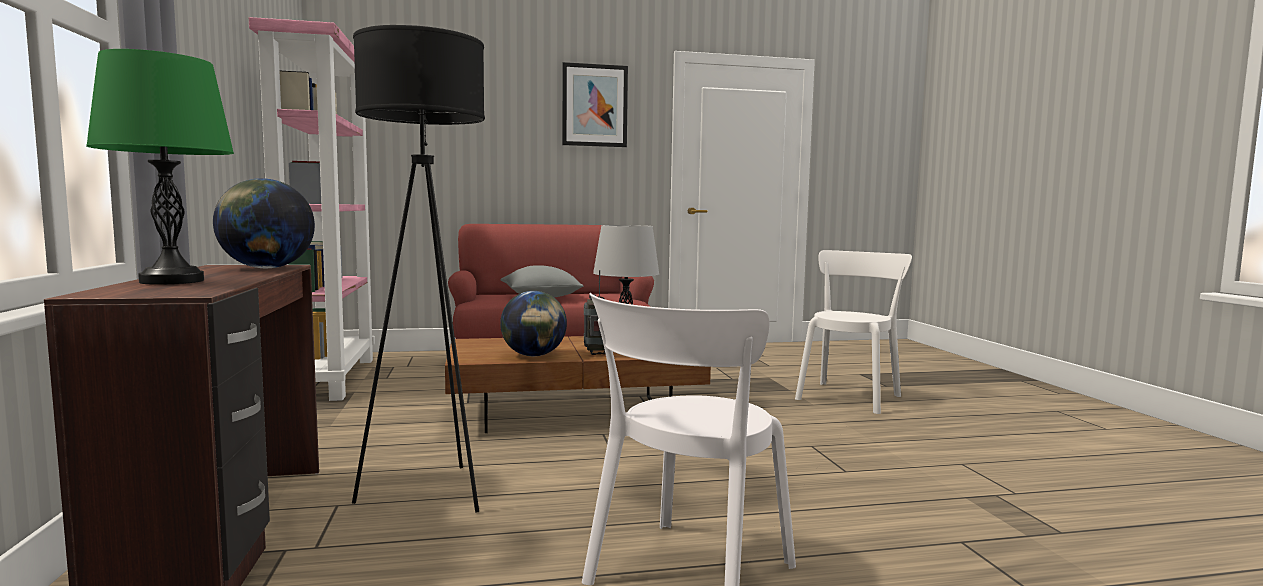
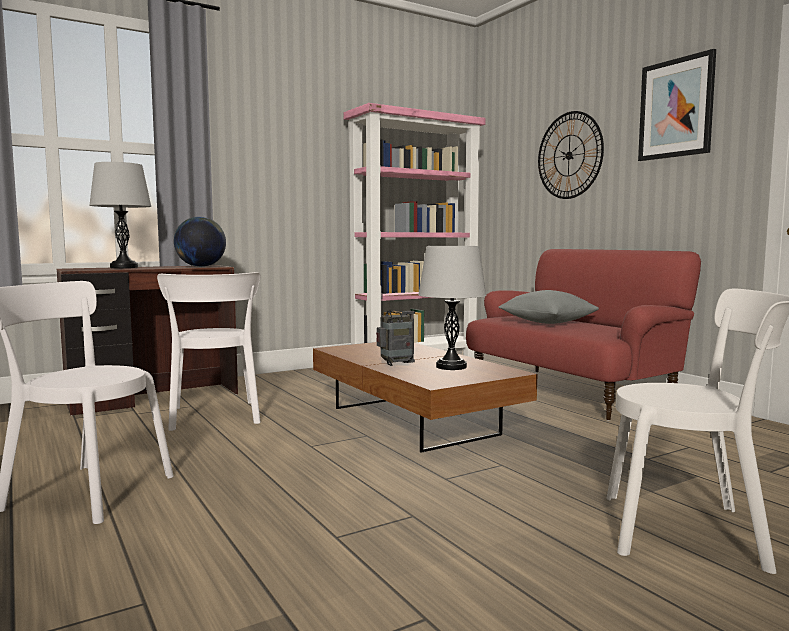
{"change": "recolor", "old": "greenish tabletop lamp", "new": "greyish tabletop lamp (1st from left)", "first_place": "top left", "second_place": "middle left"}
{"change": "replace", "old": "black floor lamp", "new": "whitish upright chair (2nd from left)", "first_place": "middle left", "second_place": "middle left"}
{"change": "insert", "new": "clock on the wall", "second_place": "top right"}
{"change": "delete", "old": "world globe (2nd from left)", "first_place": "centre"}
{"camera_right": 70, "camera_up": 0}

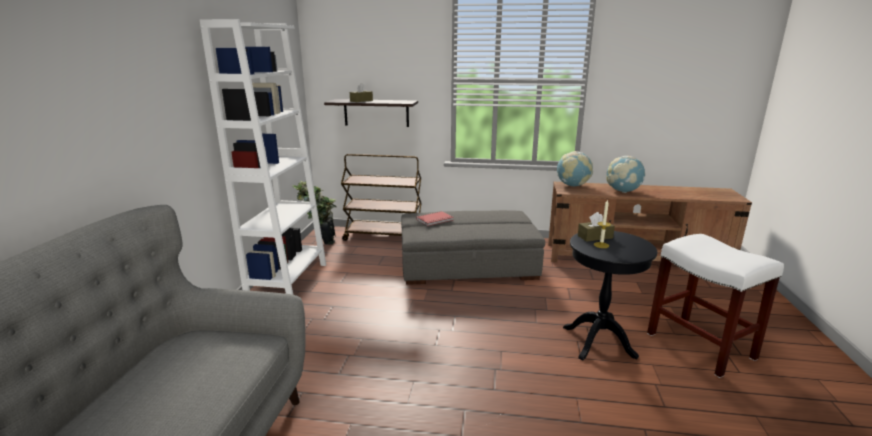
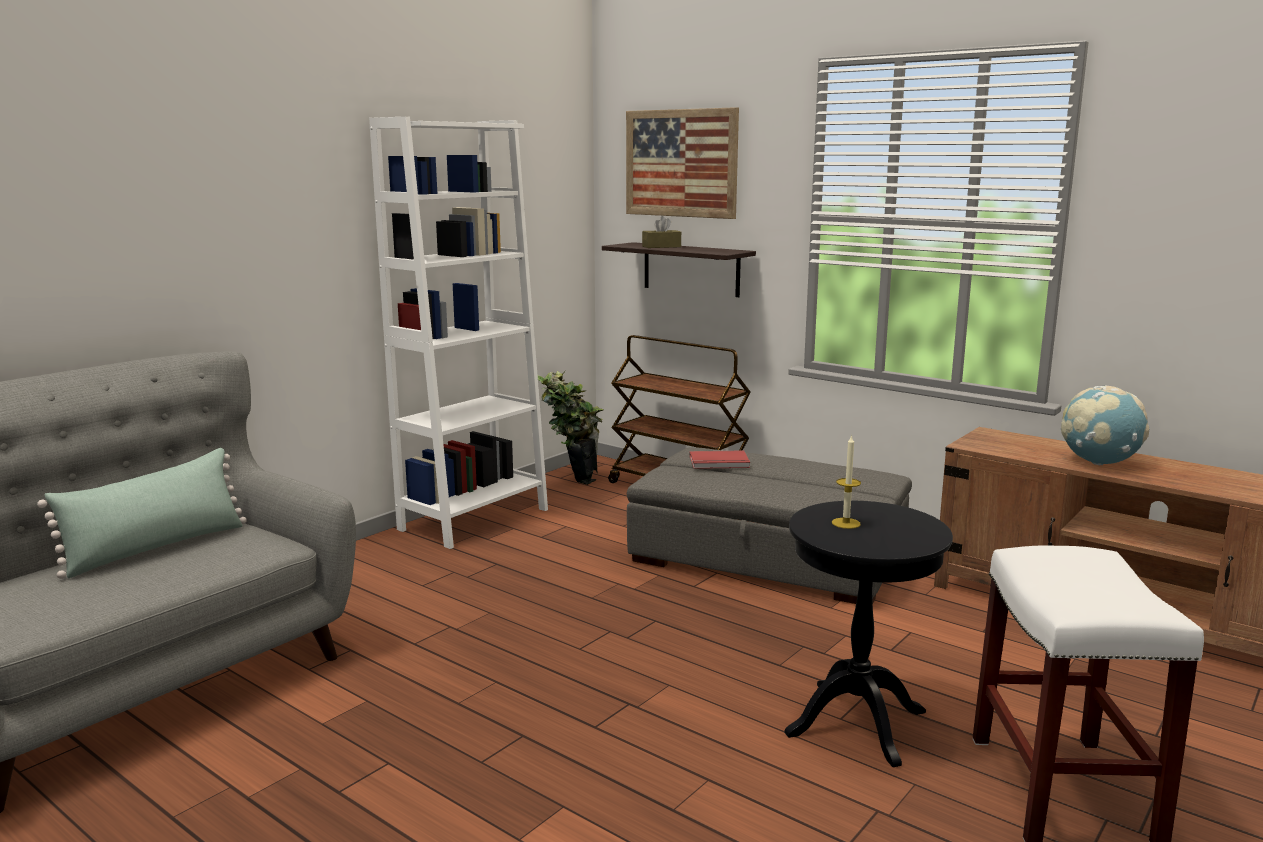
{"change": "insert", "new": "greenish cushion", "second_place": "middle left"}
{"change": "insert", "new": "wall art", "second_place": "top centre"}
{"change": "delete", "old": "world globe (1st from left)", "first_place": "centre"}
{"change": "delete", "old": "brownish tissue box (2nd from left)", "first_place": "middle right"}
{"camera_right": 30, "camera_up": -5}

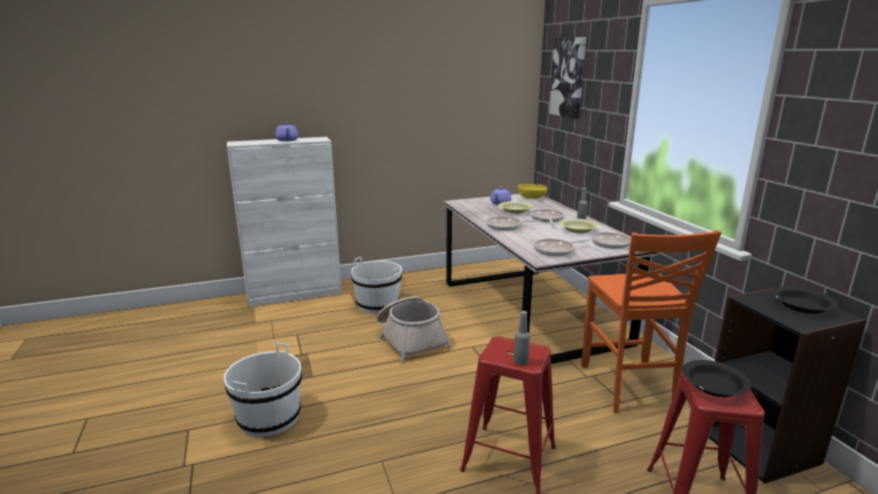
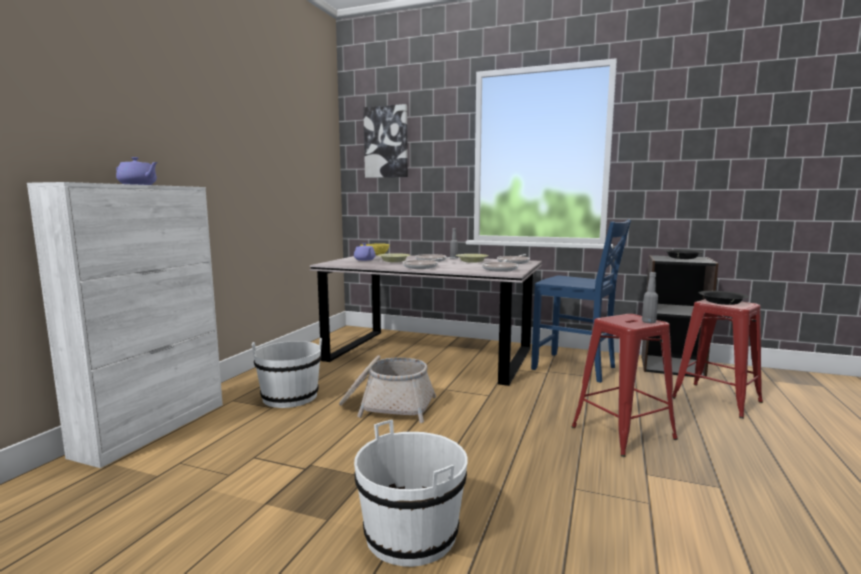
{"change": "recolor", "old": "orange upright chair", "new": "bluish upright chair", "first_place": "middle right", "second_place": "middle right"}
{"camera_right": -50, "camera_up": -10}

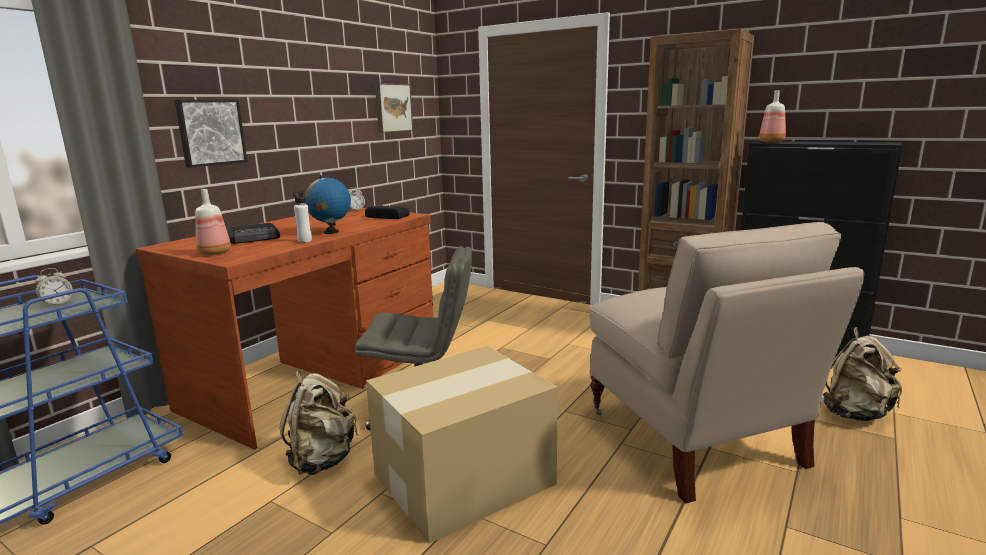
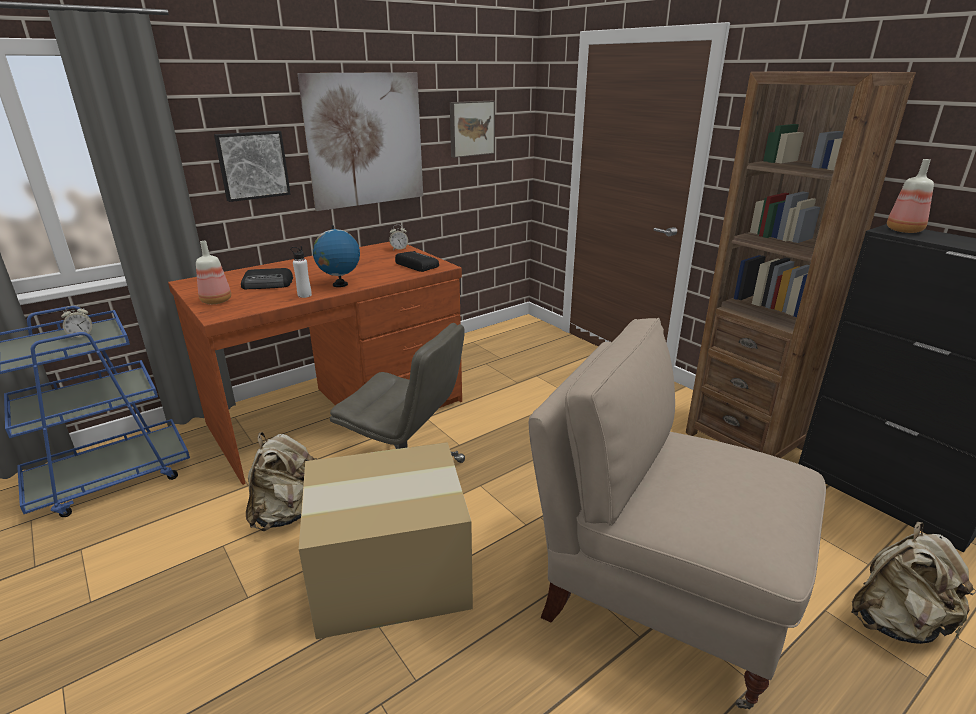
{"change": "insert", "new": "wall art (2nd from left)", "second_place": "top centre"}
{"change": "rotate", "old": "sand-coloured upright chair", "first_place": "middle right", "second_place": "bottom right", "degrees": 120}
{"camera_right": 20, "camera_up": 10}

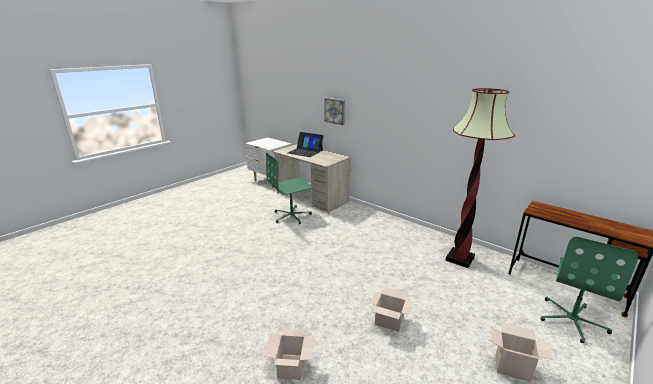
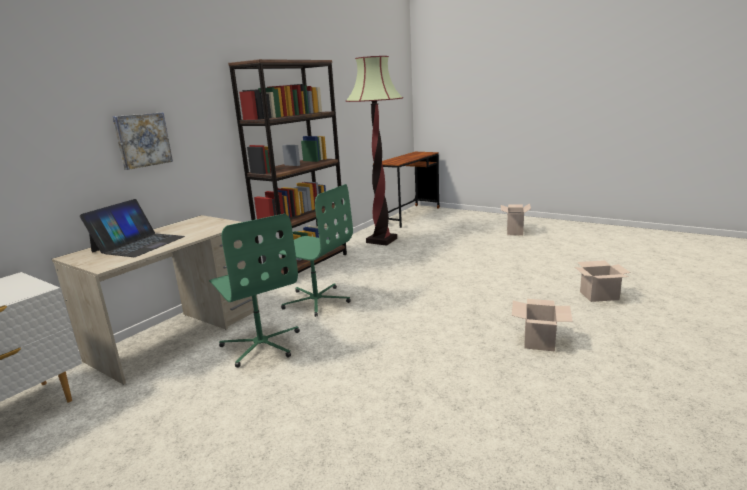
{"change": "insert", "new": "brownish shelving unit", "second_place": "centre"}
{"change": "move", "old": "greenish desk chair (2nd from left)", "first_place": "bottom right", "second_place": "centre"}
{"change": "move", "old": "packing box (2nd from left)", "first_place": "bottom centre", "second_place": "middle right"}
{"camera_right": -95, "camera_up": -5}

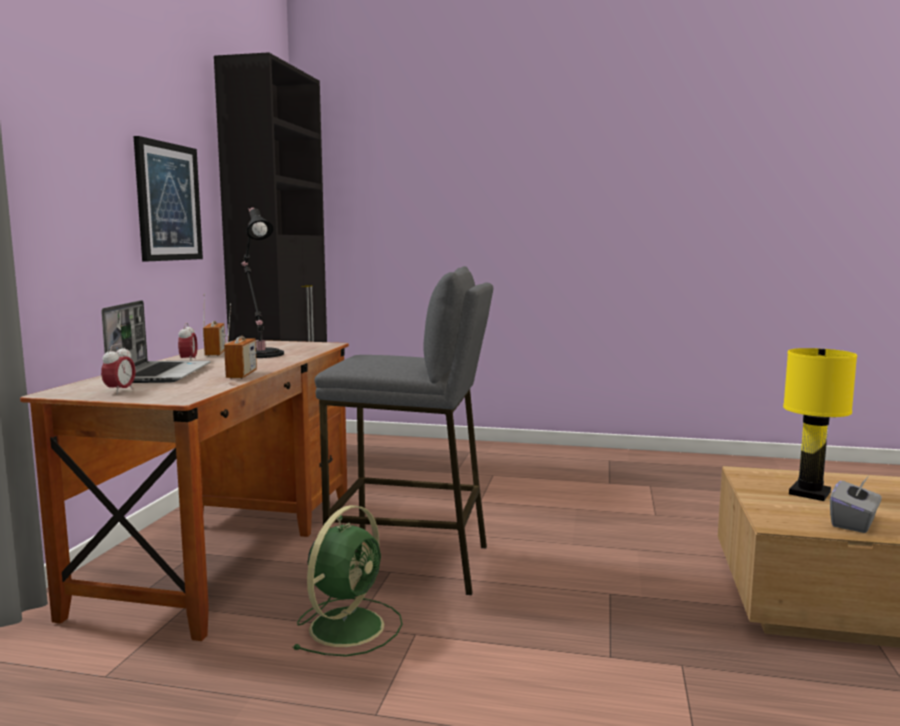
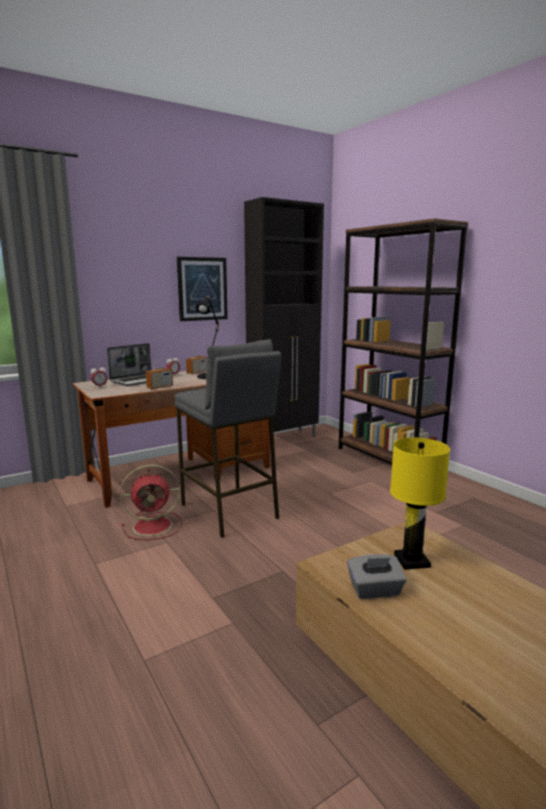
{"change": "recolor", "old": "greenish cooling fan", "new": "red-coloured cooling fan", "first_place": "bottom centre", "second_place": "middle left"}
{"change": "insert", "new": "brownish shelving unit", "second_place": "middle right"}
{"camera_right": 45, "camera_up": 5}

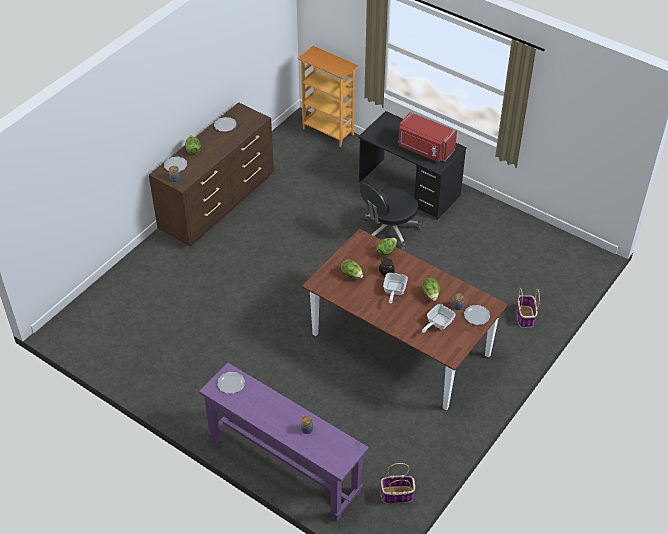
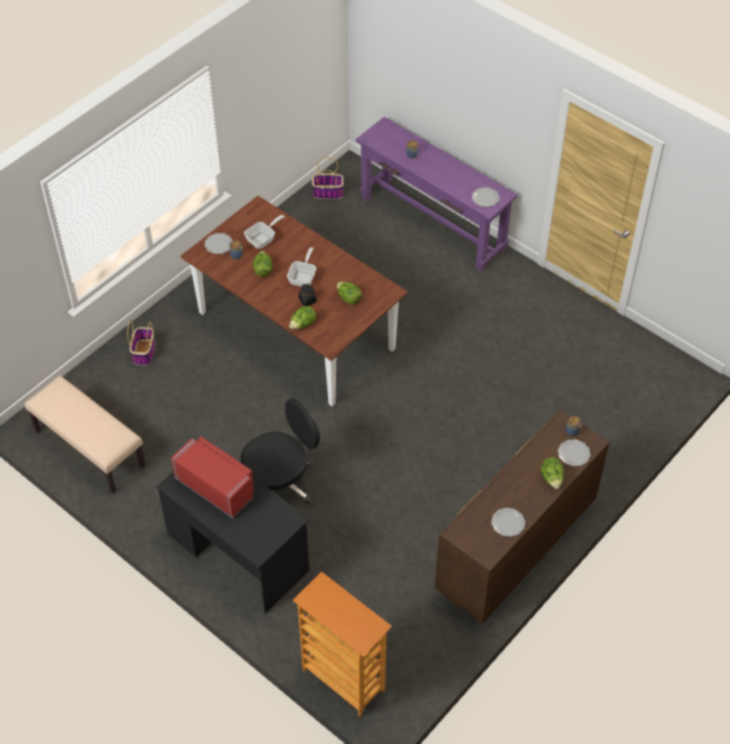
{"change": "insert", "new": "sand-coloured indoor bench", "second_place": "middle left"}
{"camera_right": -175, "camera_up": 5}

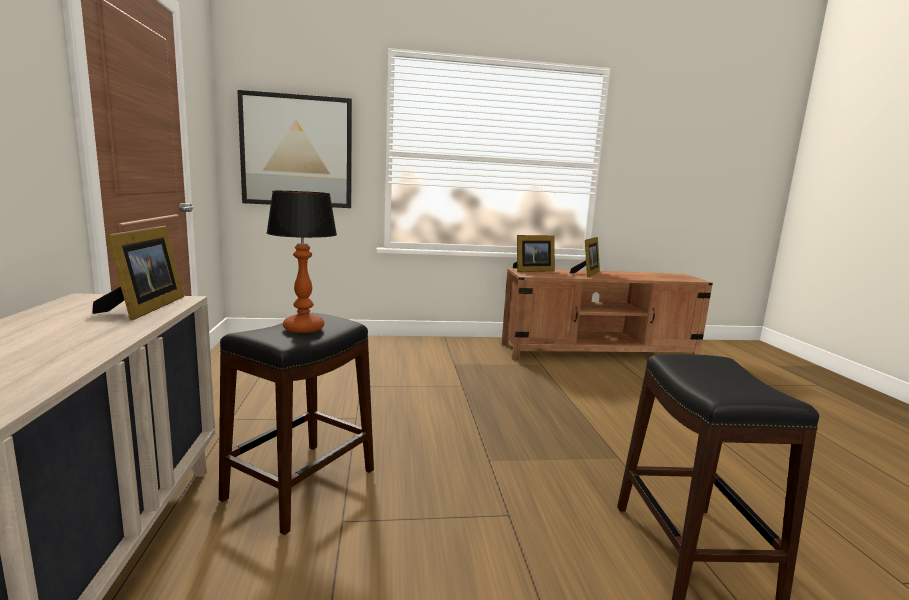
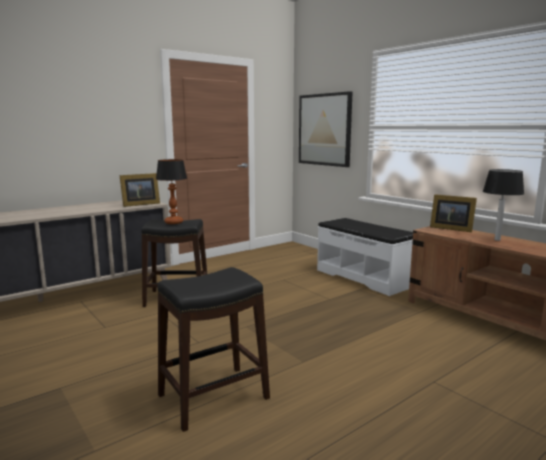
{"change": "insert", "new": "whitish indoor bench", "second_place": "middle right"}
{"change": "replace", "old": "picture frame (3rd from left)", "new": "tabletop lamp (2nd from left)", "first_place": "centre", "second_place": "middle right"}
{"camera_right": 60, "camera_up": 0}

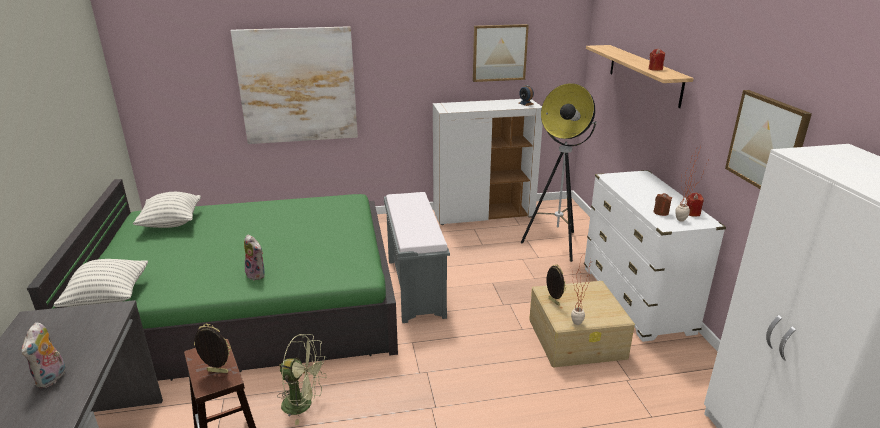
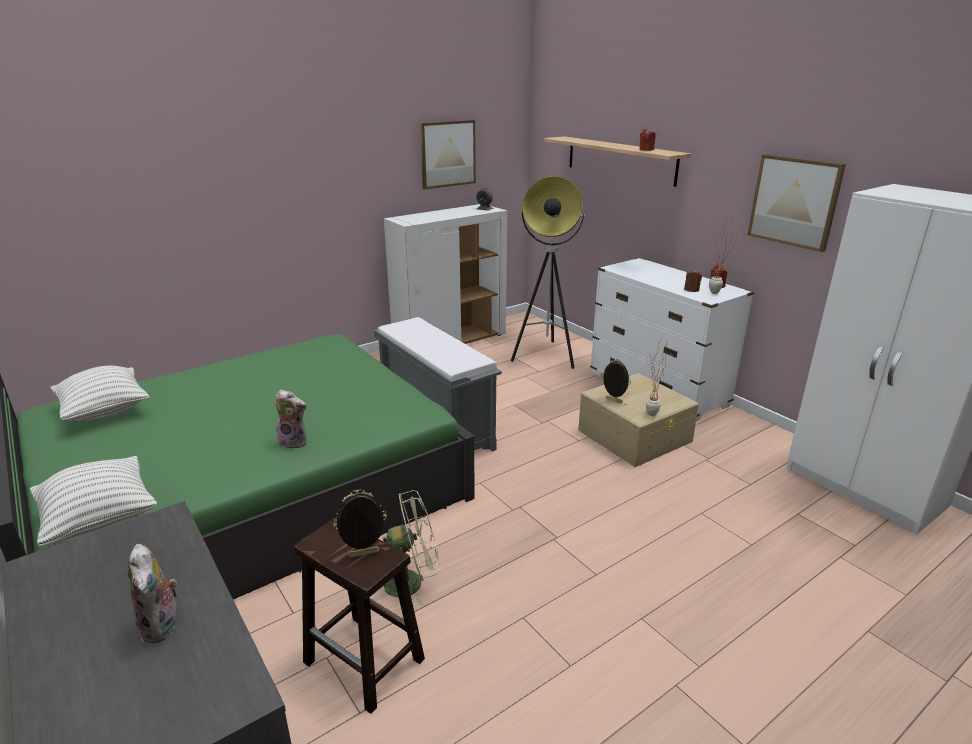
{"change": "delete", "old": "wall art (1st from left)", "first_place": "top centre"}
{"camera_right": -25, "camera_up": 0}

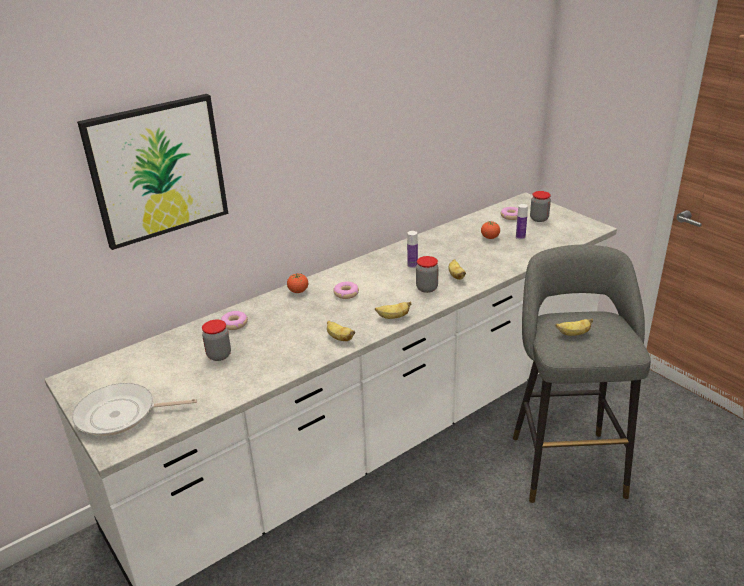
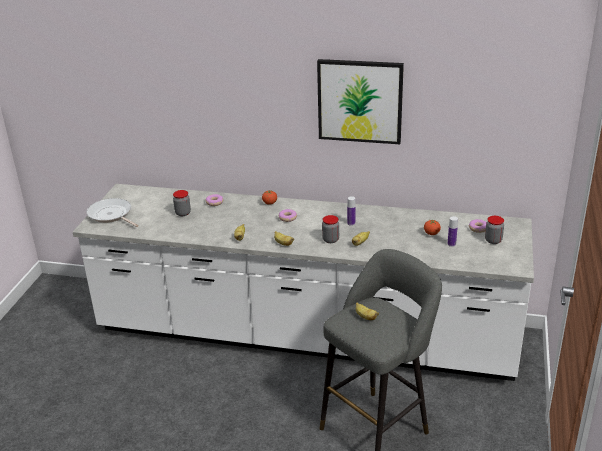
{"change": "move", "old": "wall art", "first_place": "top left", "second_place": "top centre"}
{"camera_right": 50, "camera_up": 0}

